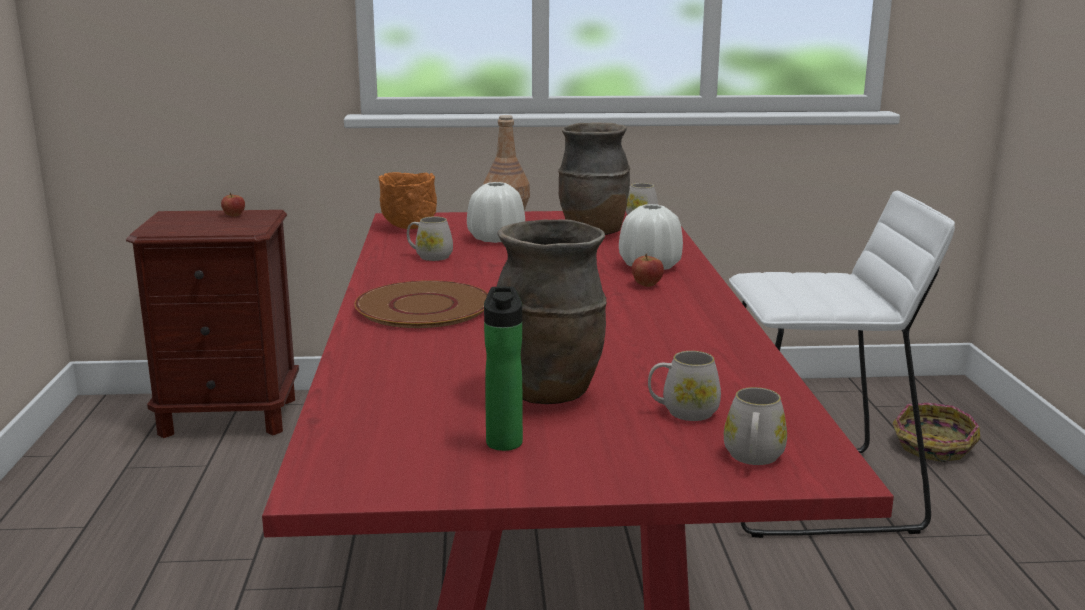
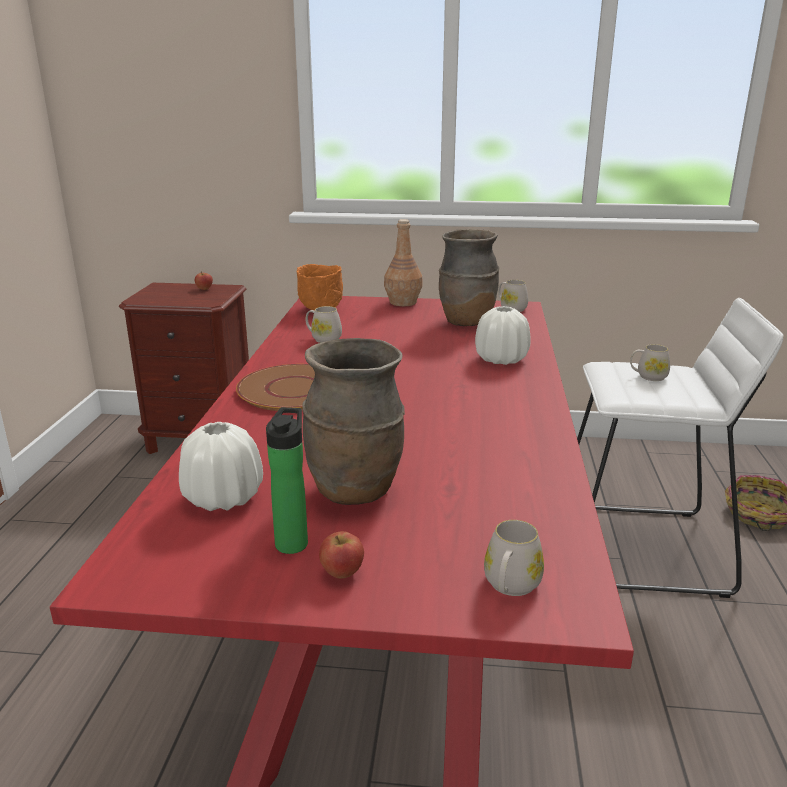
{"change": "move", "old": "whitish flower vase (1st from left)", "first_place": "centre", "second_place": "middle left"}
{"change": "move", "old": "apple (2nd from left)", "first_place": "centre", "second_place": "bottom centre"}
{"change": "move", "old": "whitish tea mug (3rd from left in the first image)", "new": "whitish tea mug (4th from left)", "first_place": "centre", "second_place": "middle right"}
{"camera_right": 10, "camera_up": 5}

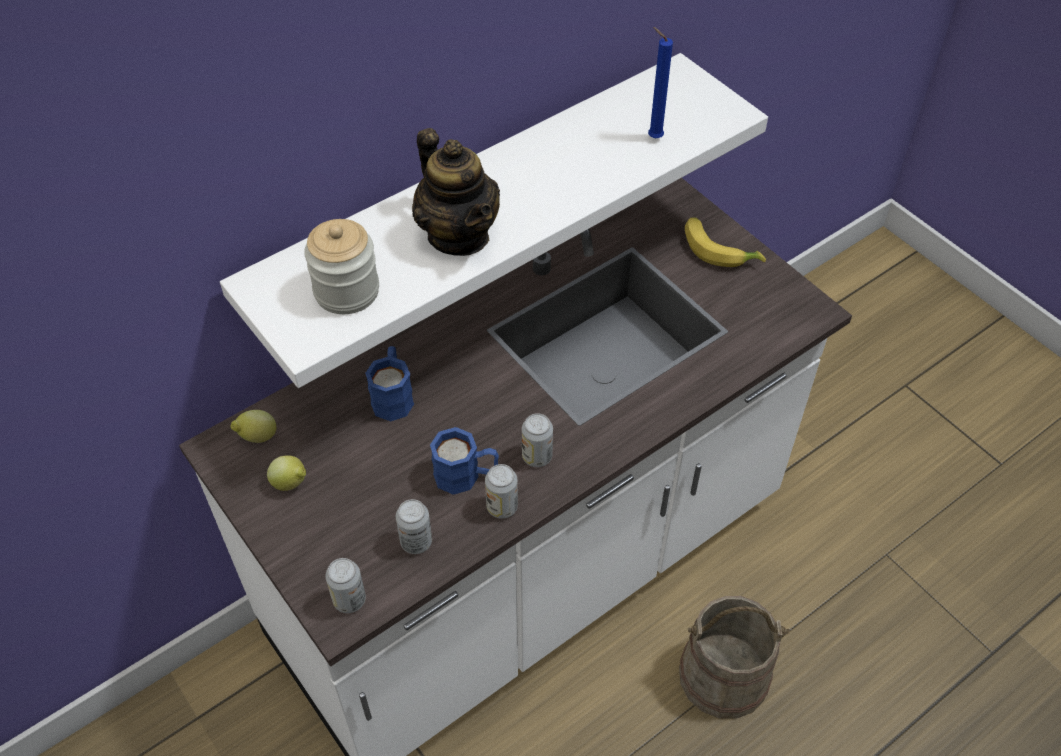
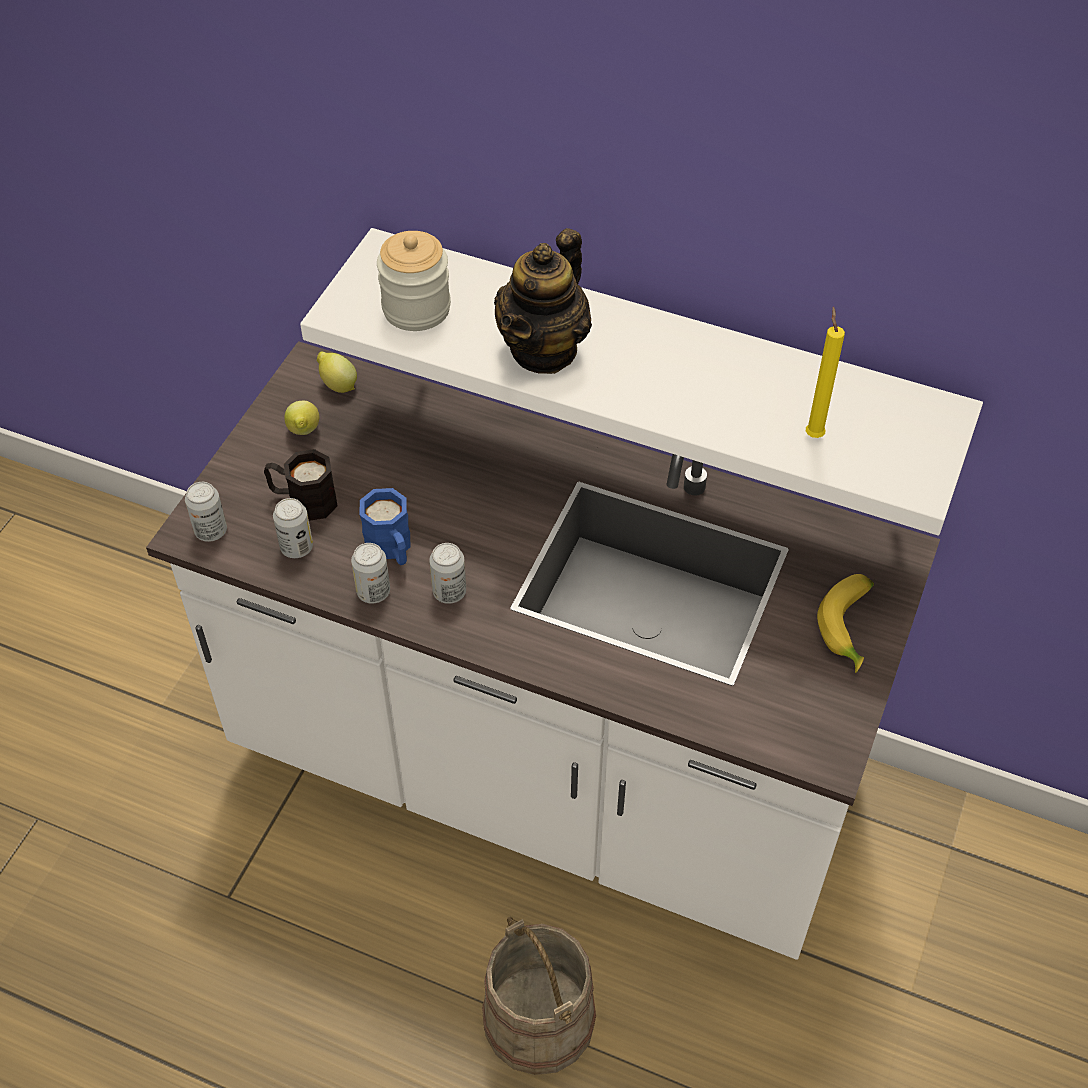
{"change": "insert", "new": "black tea mug", "second_place": "middle left"}
{"change": "recolor", "old": "bluish wax candle", "new": "yellowish wax candle", "first_place": "top centre", "second_place": "middle right"}
{"change": "delete", "old": "bluish tea mug (1st from left)", "first_place": "centre"}
{"camera_right": 60, "camera_up": 0}

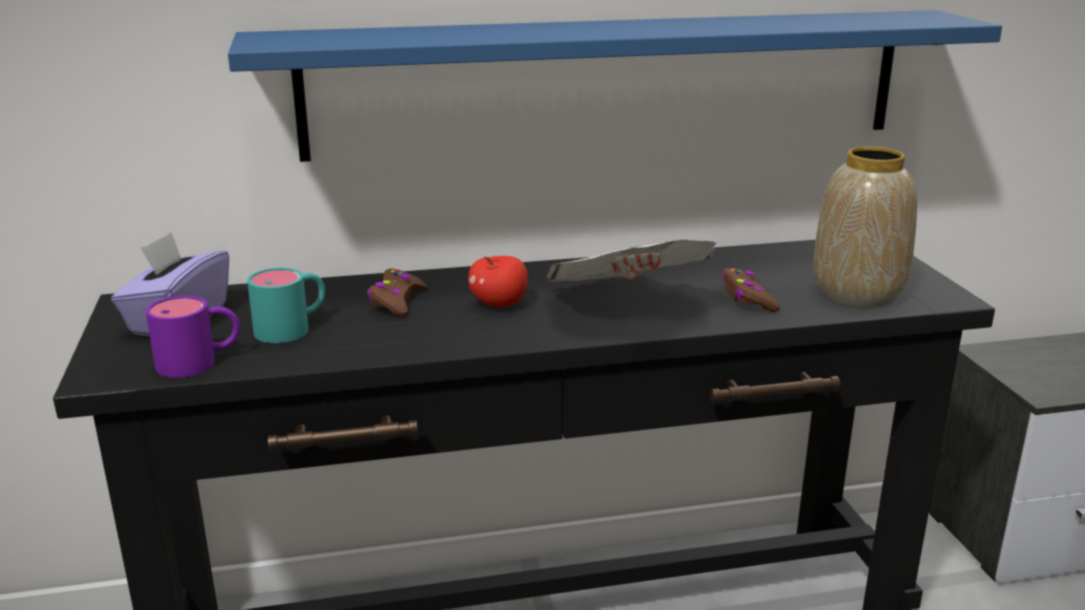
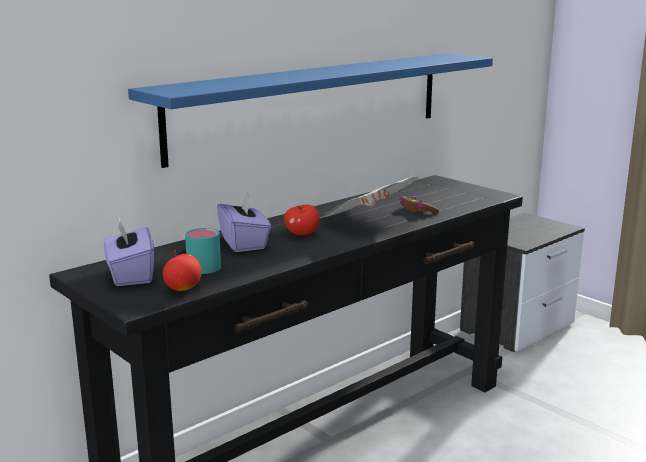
{"change": "replace", "old": "purple tea mug", "new": "apple (1st from left)", "first_place": "middle left", "second_place": "middle left"}
{"change": "replace", "old": "brownish joypad (1st from left)", "new": "purple tissue box (2nd from left)", "first_place": "centre", "second_place": "centre"}
{"change": "delete", "old": "flower vase", "first_place": "middle right"}
{"camera_right": -30, "camera_up": -5}

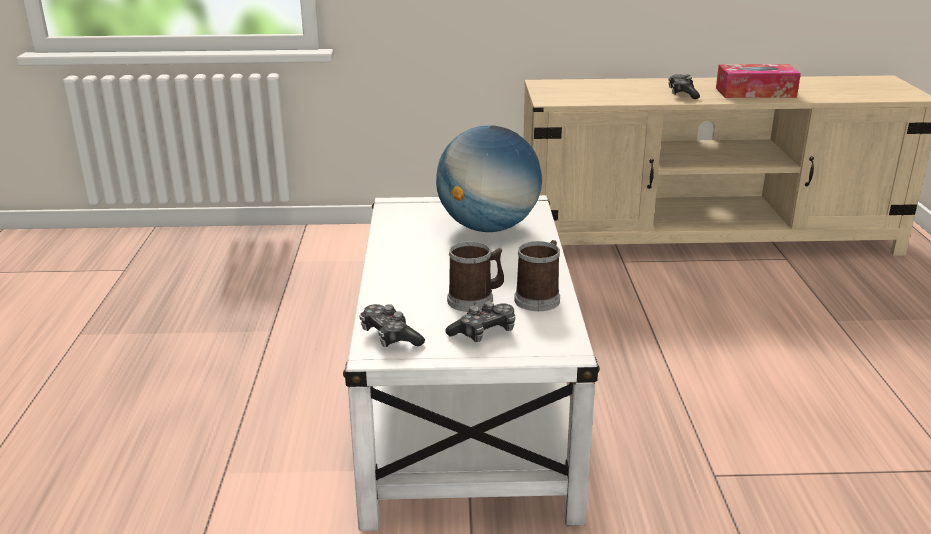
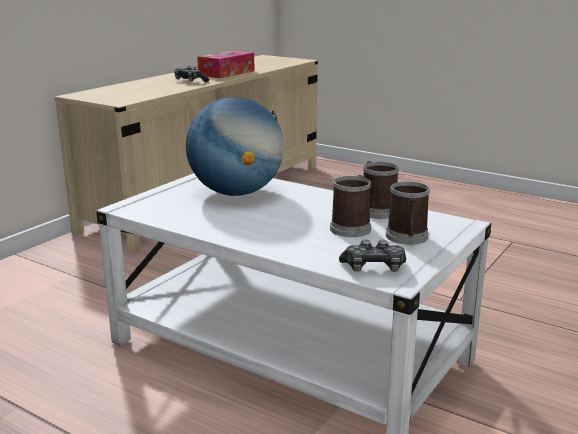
{"change": "replace", "old": "joypad (2nd from left)", "new": "tea mug (3rd from left)", "first_place": "centre", "second_place": "middle right"}
{"camera_right": -55, "camera_up": -5}

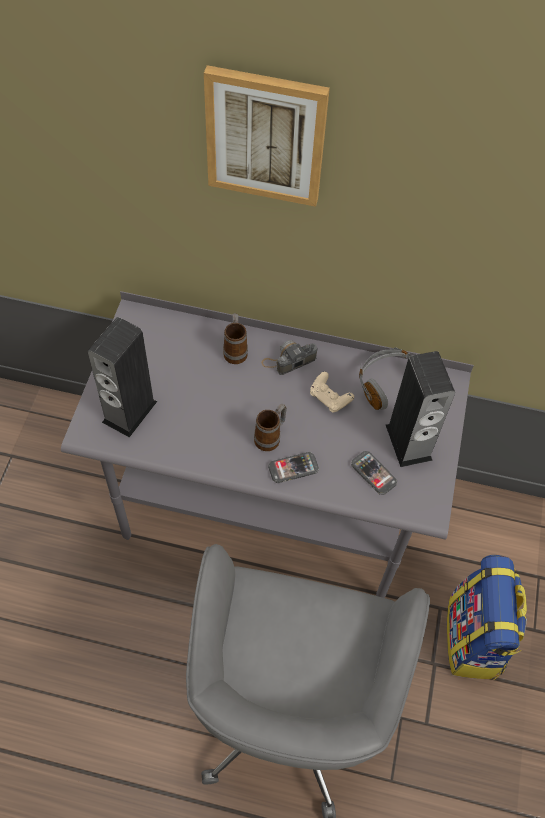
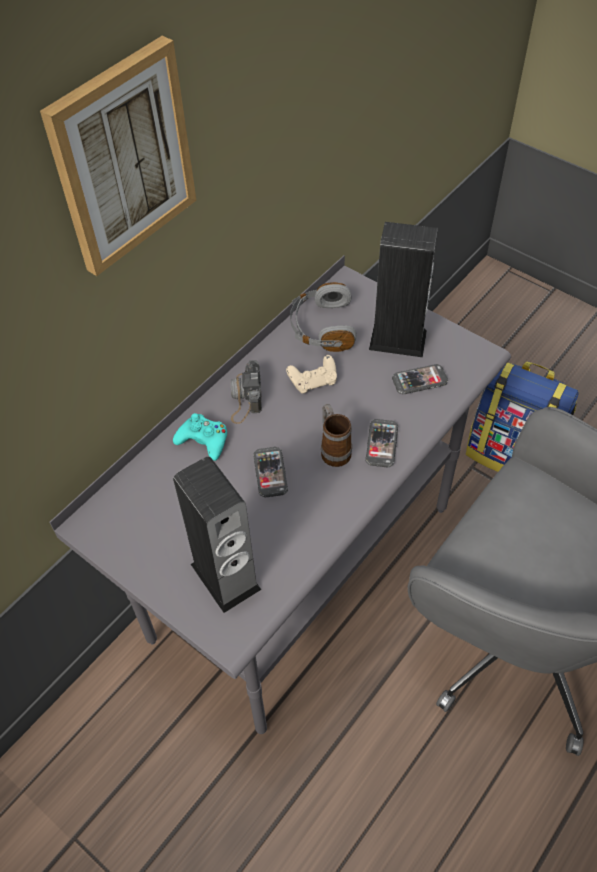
{"change": "replace", "old": "tea mug (1st from left)", "new": "turquoise-coloured joypad", "first_place": "centre", "second_place": "centre"}
{"change": "insert", "new": "handset (1st from left)", "second_place": "centre"}
{"camera_right": -60, "camera_up": -5}

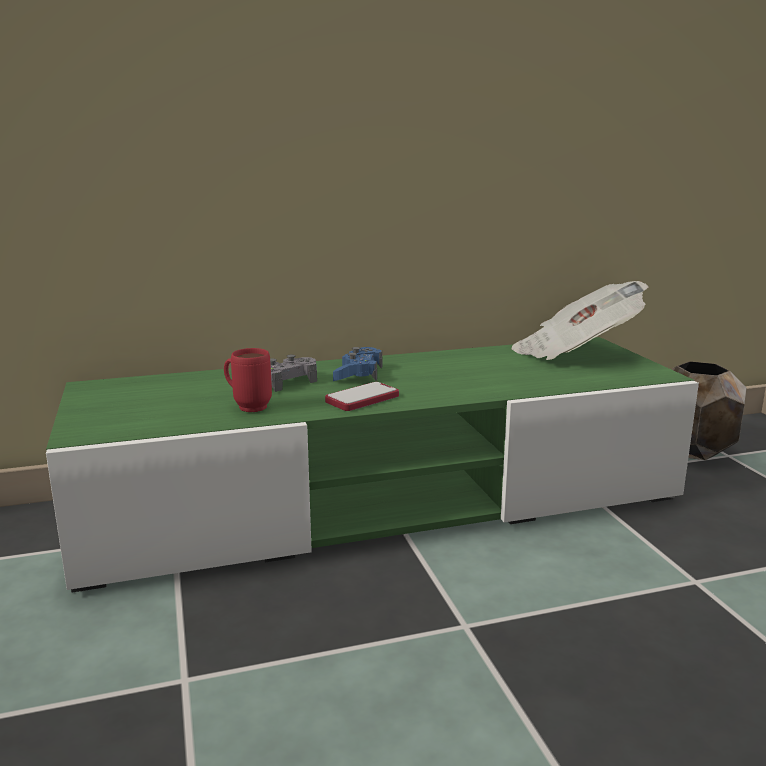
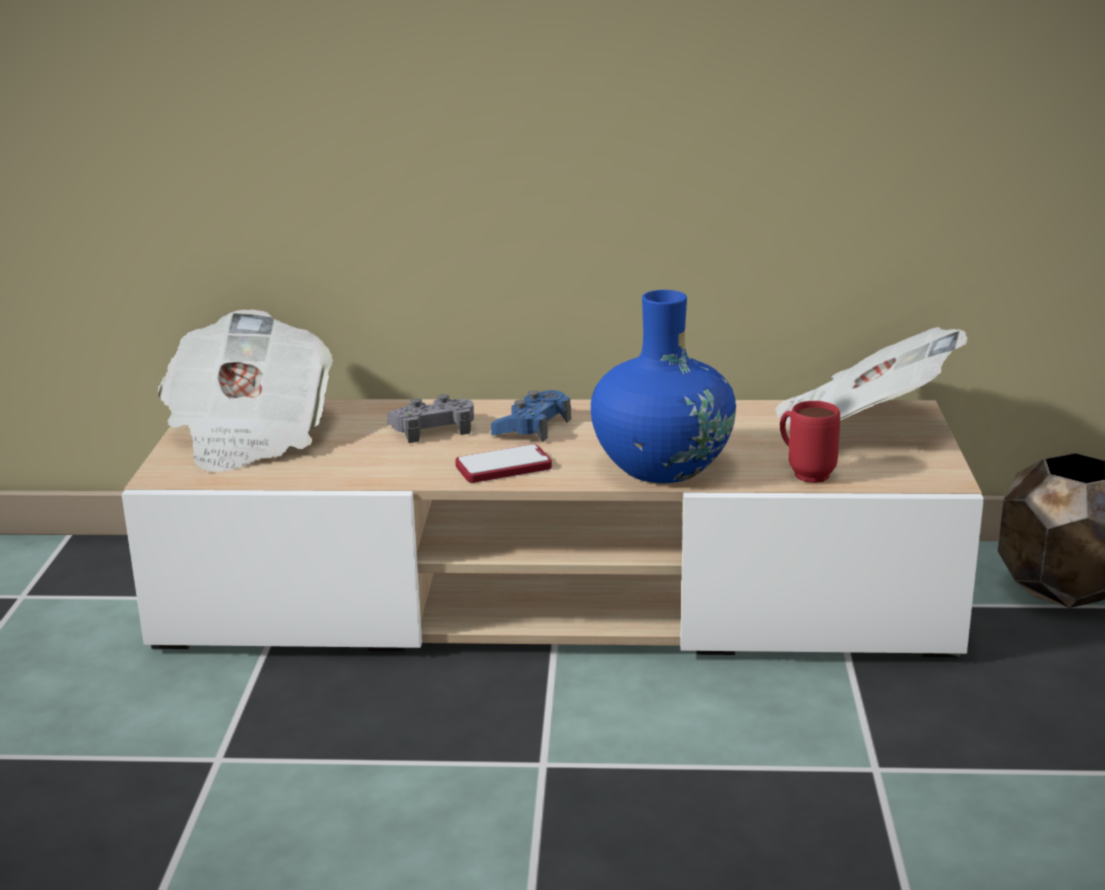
{"change": "recolor", "old": "greenish tv stand", "new": "sand-coloured tv stand", "first_place": "centre", "second_place": "centre"}
{"change": "insert", "new": "daily paper (1st from left)", "second_place": "middle left"}
{"change": "insert", "new": "bluish flower vase", "second_place": "centre"}
{"change": "move", "old": "red-coloured tea mug", "first_place": "middle left", "second_place": "middle right"}
{"camera_right": 20, "camera_up": 5}

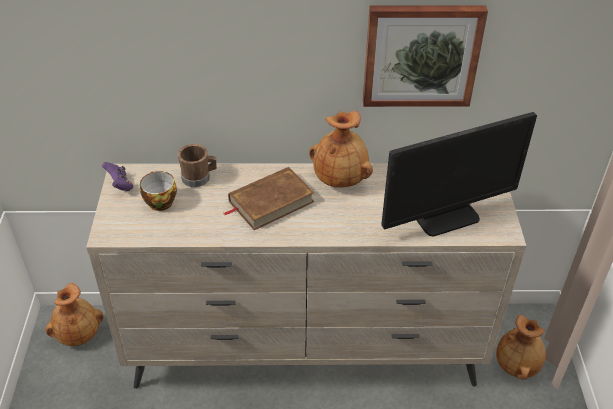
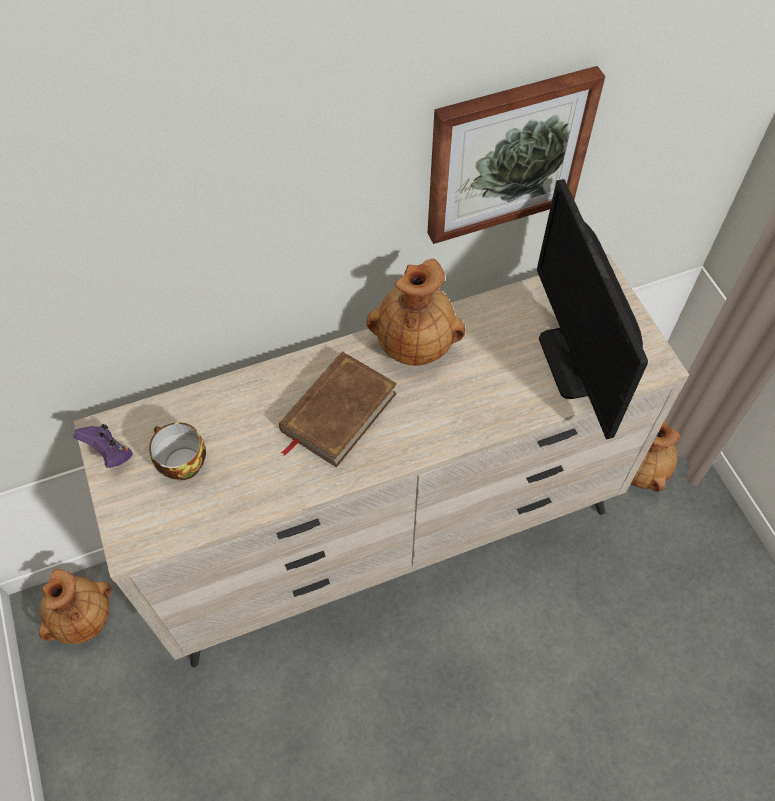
{"change": "rotate", "old": "monitor", "first_place": "middle right", "second_place": "middle right", "degrees": 120}
{"change": "delete", "old": "brownish tea mug", "first_place": "middle left"}
{"camera_right": -20, "camera_up": 15}

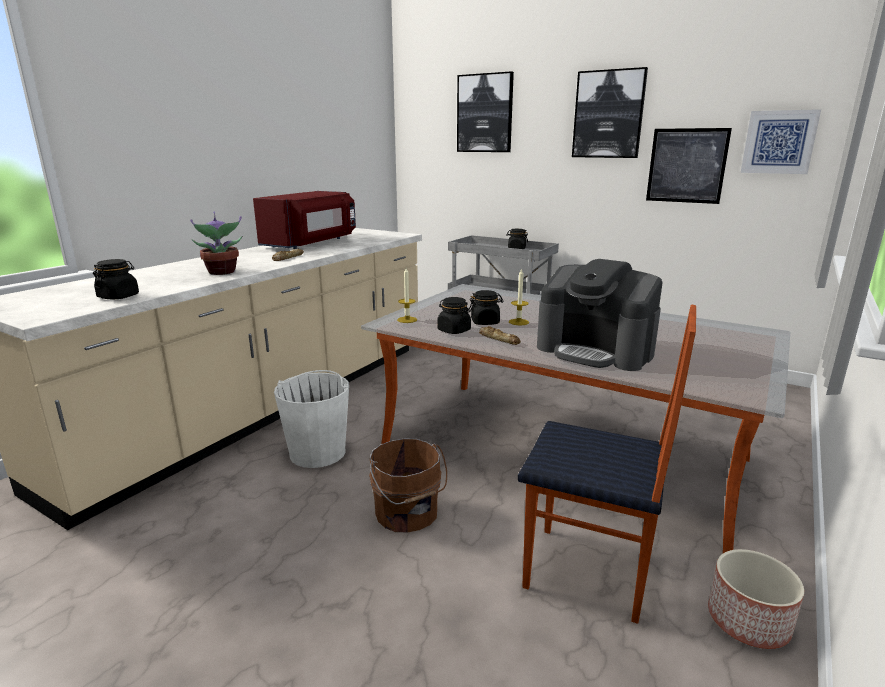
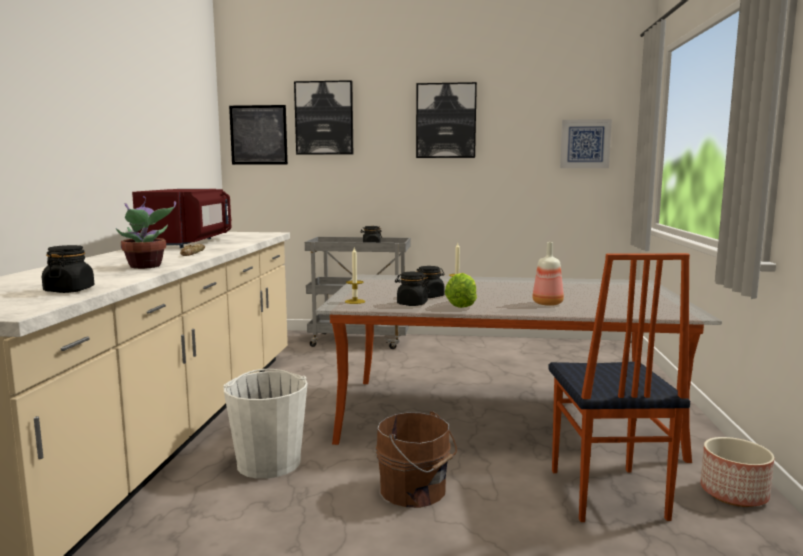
{"change": "move", "old": "wall art (3rd from left in the first image)", "new": "wall art (1st from left)", "first_place": "top right", "second_place": "top left"}
{"change": "replace", "old": "bakery bread (2nd from left)", "new": "lettuce head", "first_place": "centre", "second_place": "centre"}
{"change": "replace", "old": "coffee brewer", "new": "bottle", "first_place": "middle right", "second_place": "middle right"}
{"change": "rotate", "old": "upright chair", "first_place": "bottom right", "second_place": "bottom right", "degrees": 90}
{"camera_right": -25, "camera_up": -10}

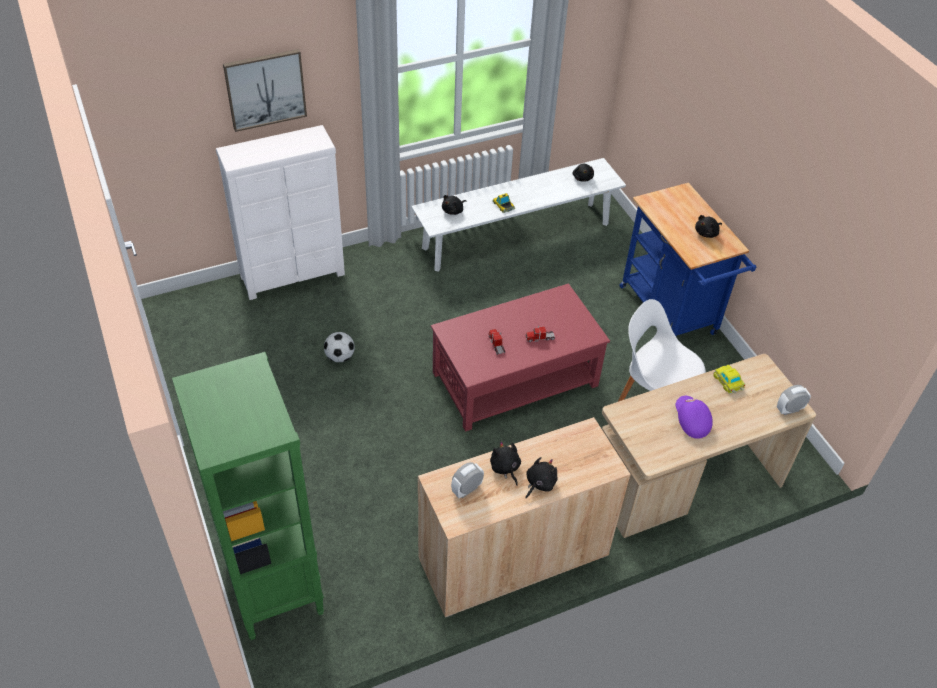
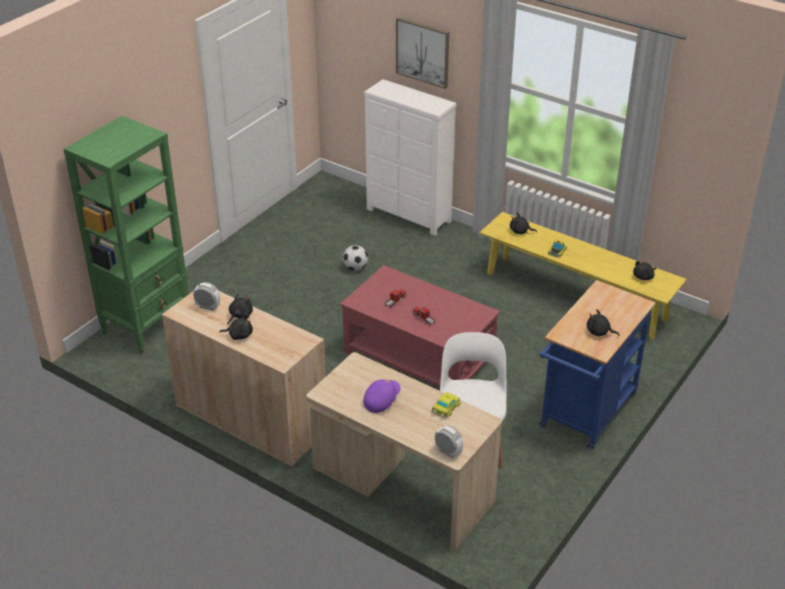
{"change": "recolor", "old": "whitish indoor bench", "new": "yellowish indoor bench", "first_place": "top centre", "second_place": "middle right"}
{"camera_right": 60, "camera_up": -10}

